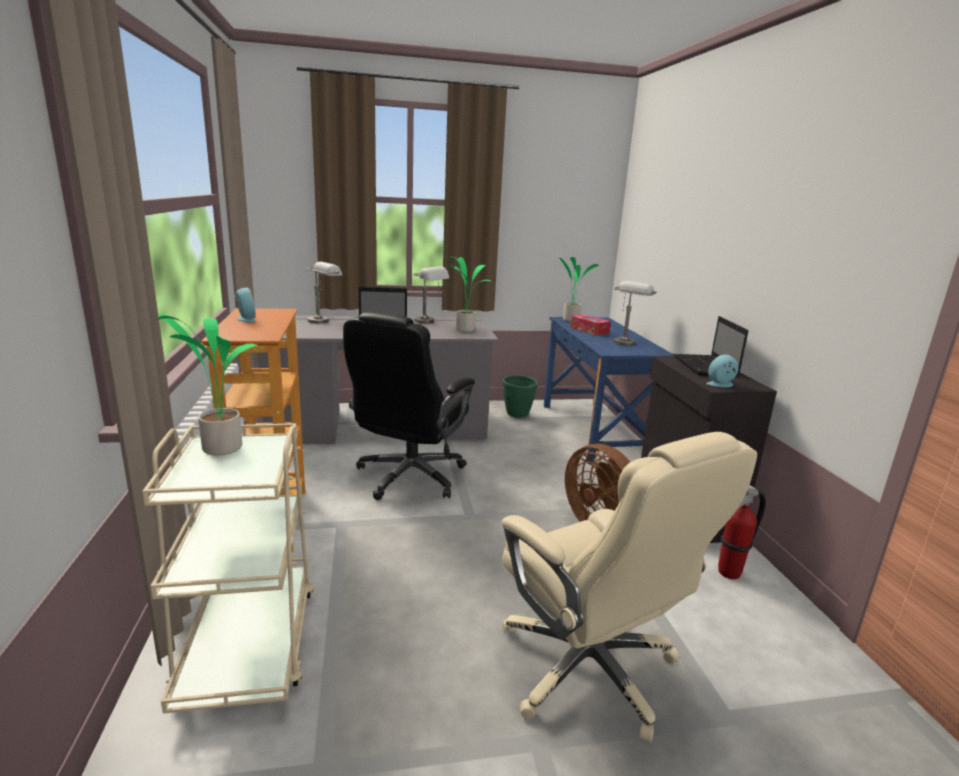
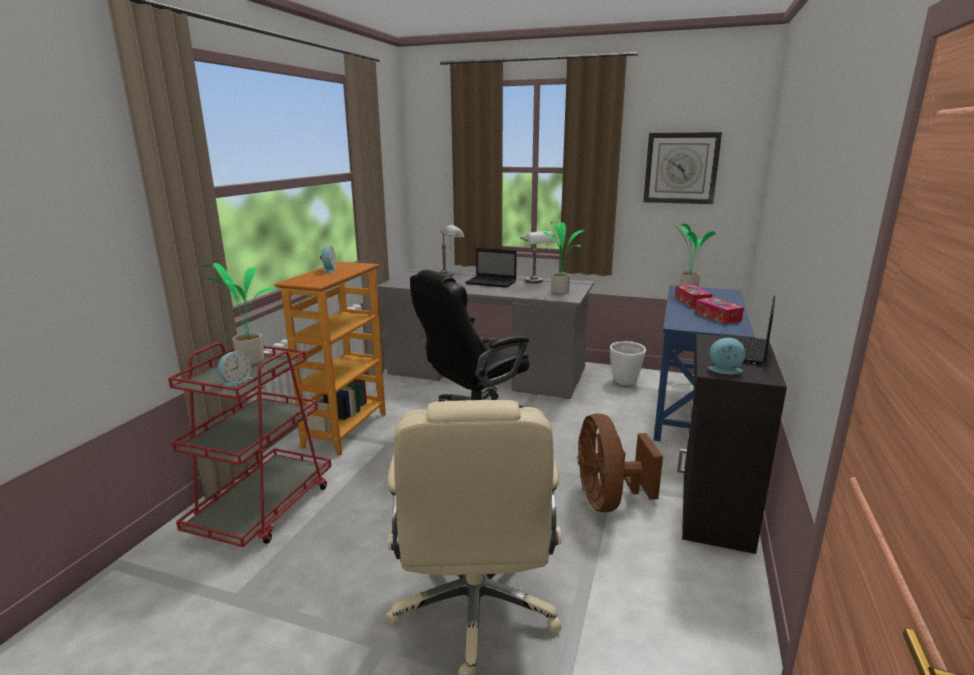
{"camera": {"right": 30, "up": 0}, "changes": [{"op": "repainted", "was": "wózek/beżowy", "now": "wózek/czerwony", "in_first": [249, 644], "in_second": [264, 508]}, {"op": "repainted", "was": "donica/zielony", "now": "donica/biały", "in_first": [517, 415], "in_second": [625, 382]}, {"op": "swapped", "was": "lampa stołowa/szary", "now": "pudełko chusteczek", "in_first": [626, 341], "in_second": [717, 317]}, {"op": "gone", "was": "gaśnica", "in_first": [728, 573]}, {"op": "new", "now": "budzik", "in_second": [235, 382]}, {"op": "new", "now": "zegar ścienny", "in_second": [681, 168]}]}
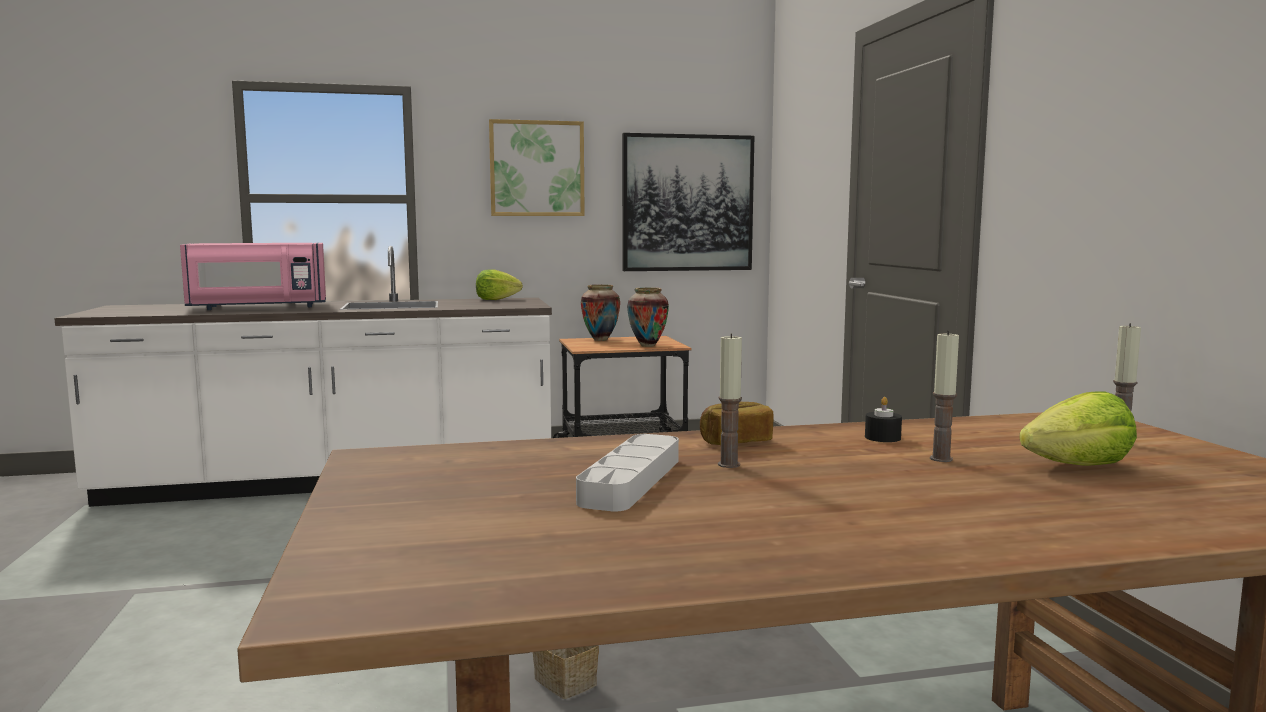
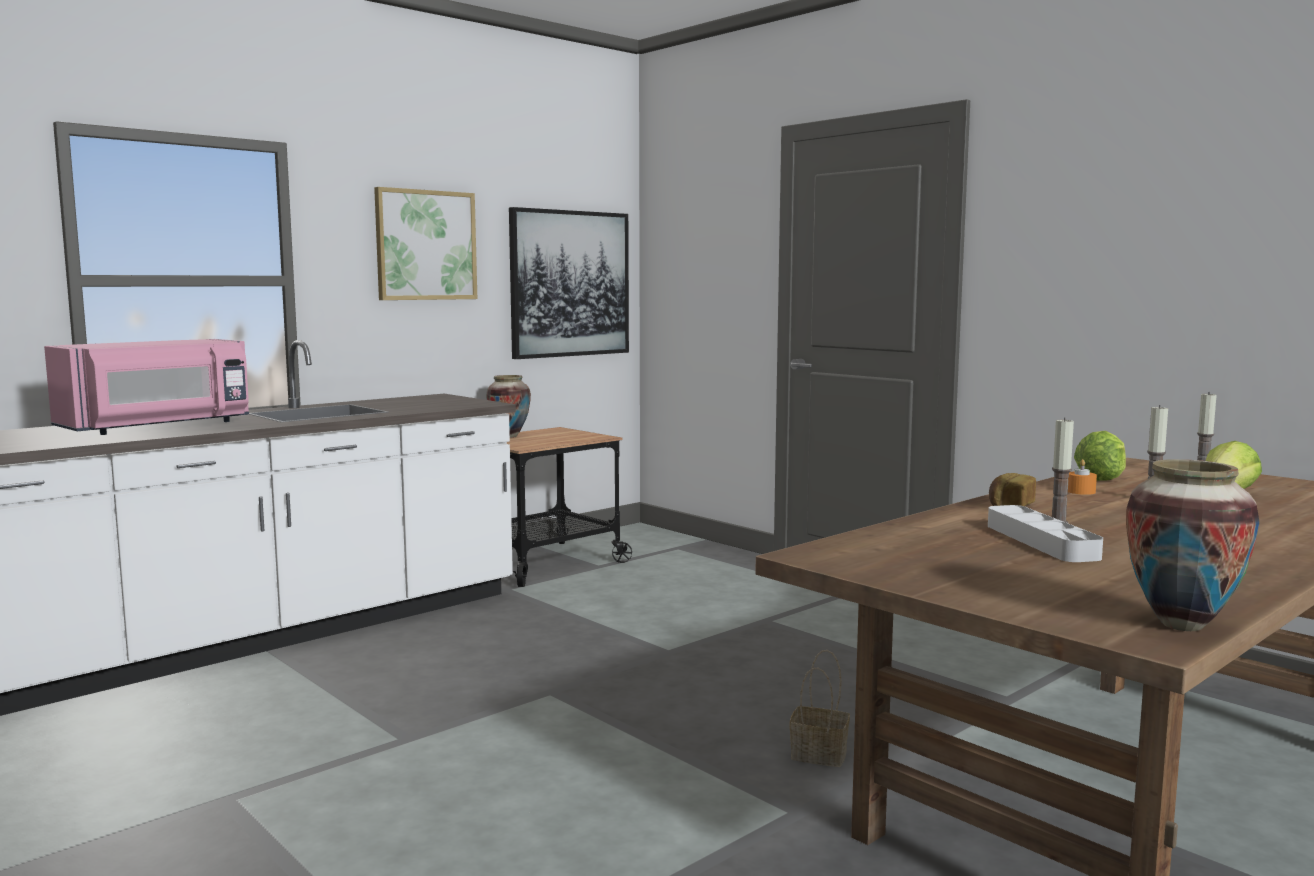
{"camera": {"right": -30, "up": 0}, "changes": [{"op": "shifted", "was": "sałata", "in_first": [496, 299], "in_second": [1101, 478]}, {"op": "shifted", "was": "wazon", "in_first": [647, 345], "in_second": [1181, 625]}, {"op": "repainted", "was": "świeca/czarny", "now": "świeca/pomarańczowy", "in_first": [882, 437], "in_second": [1080, 491]}]}
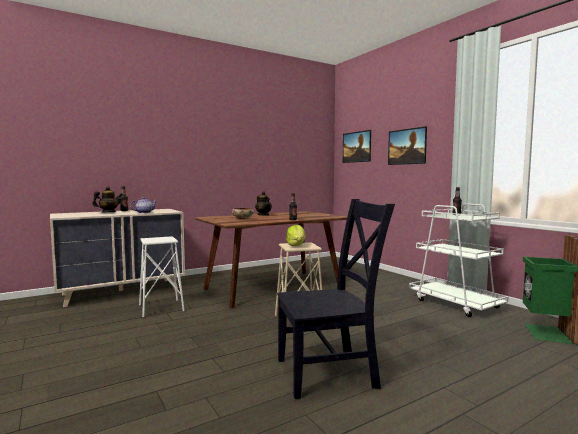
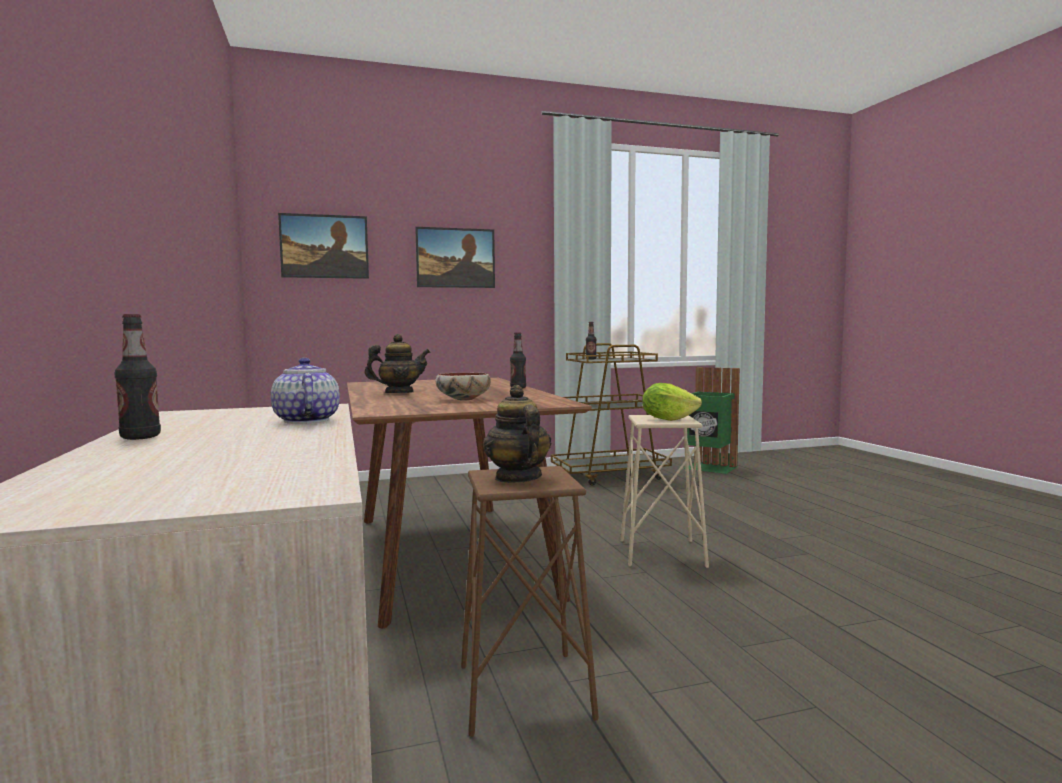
{"camera": {"right": -75, "up": 0}, "changes": [{"op": "shifted", "was": "imbryk", "in_first": [108, 212], "in_second": [517, 478]}, {"op": "repainted", "was": "stołek/biały", "now": "stołek/brązowy", "in_first": [161, 308], "in_second": [523, 692]}, {"op": "gone", "was": "krzesło/czarny", "in_first": [330, 372]}, {"op": "repainted", "was": "wózek/biały", "now": "wózek/brązowy", "in_first": [455, 303], "in_second": [610, 475]}]}
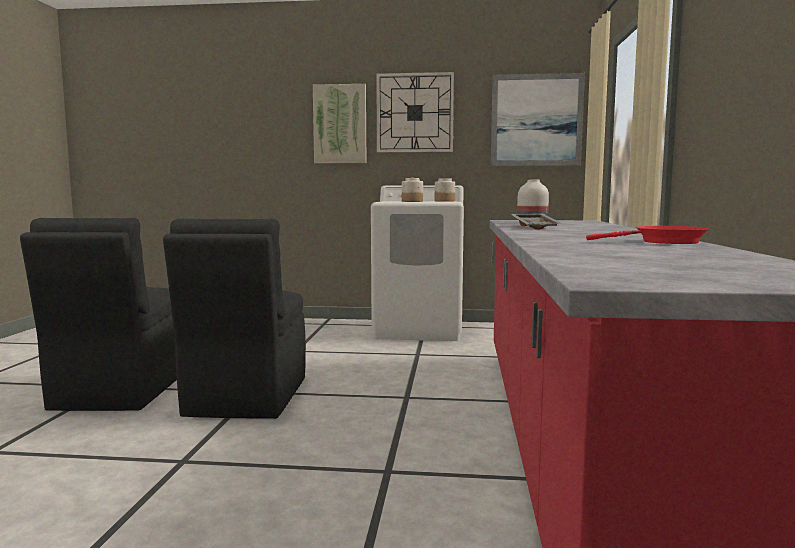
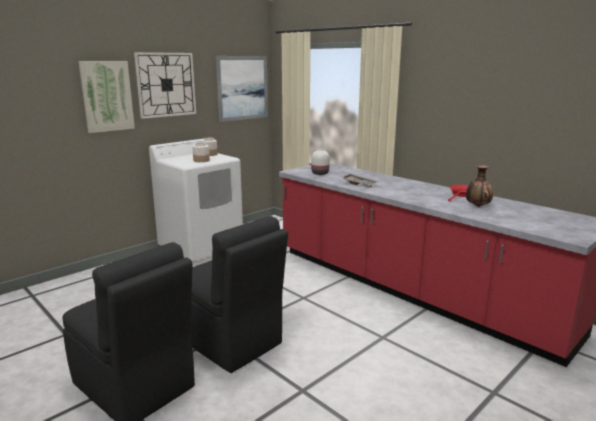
{"camera": {"right": -50, "up": 10}, "changes": [{"op": "new", "now": "wazon", "in_second": [477, 206]}]}
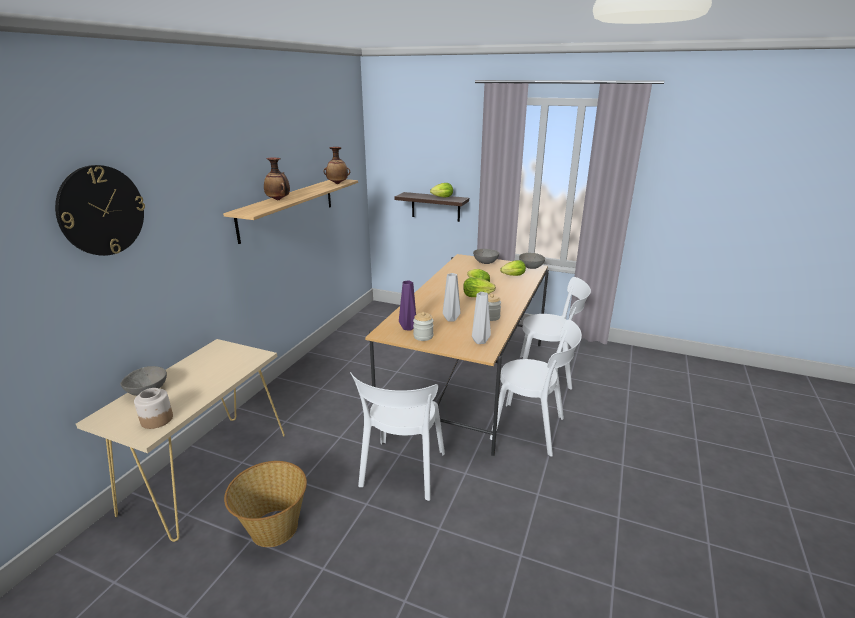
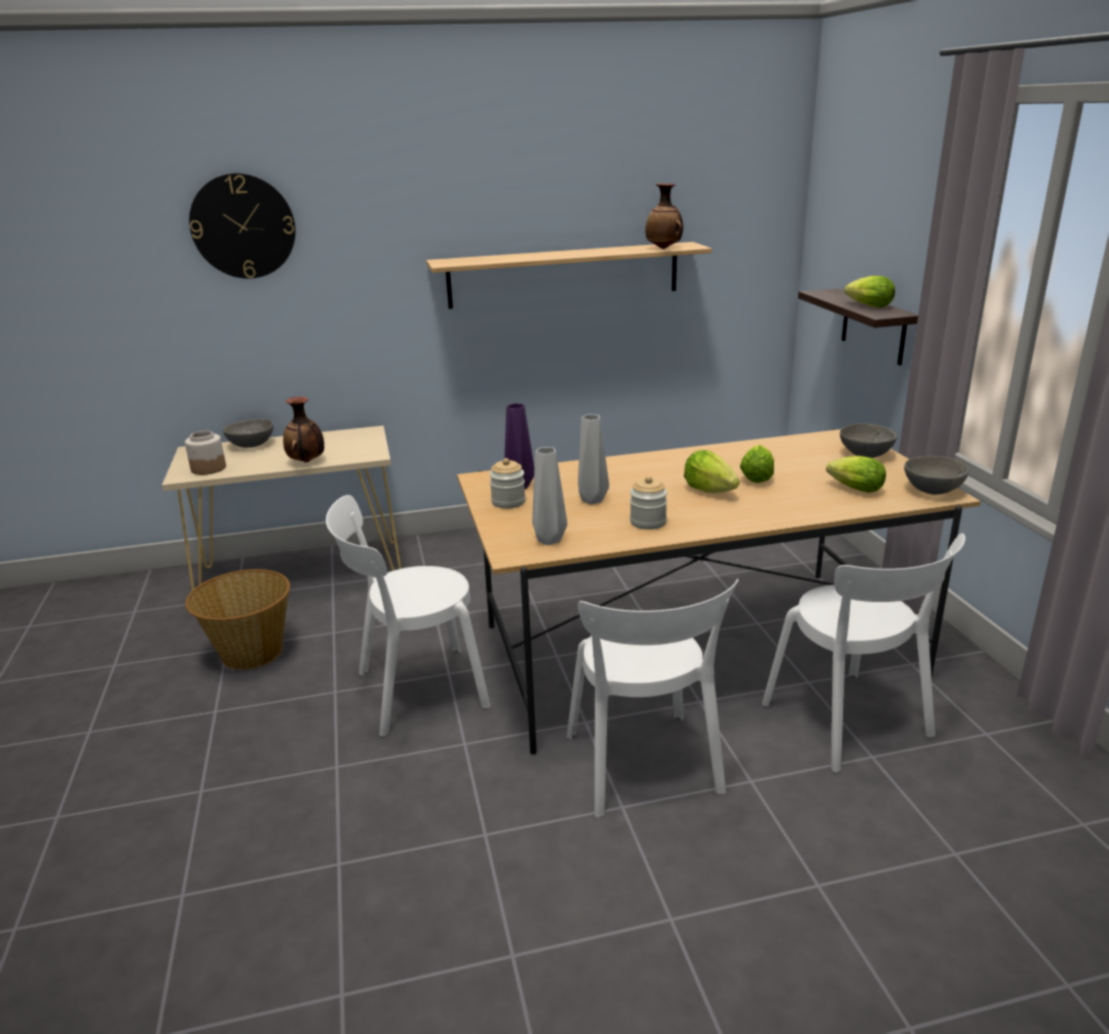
{"camera": {"right": 55, "up": 0}, "changes": [{"op": "shifted", "was": "wazon", "in_first": [278, 200], "in_second": [307, 462]}]}
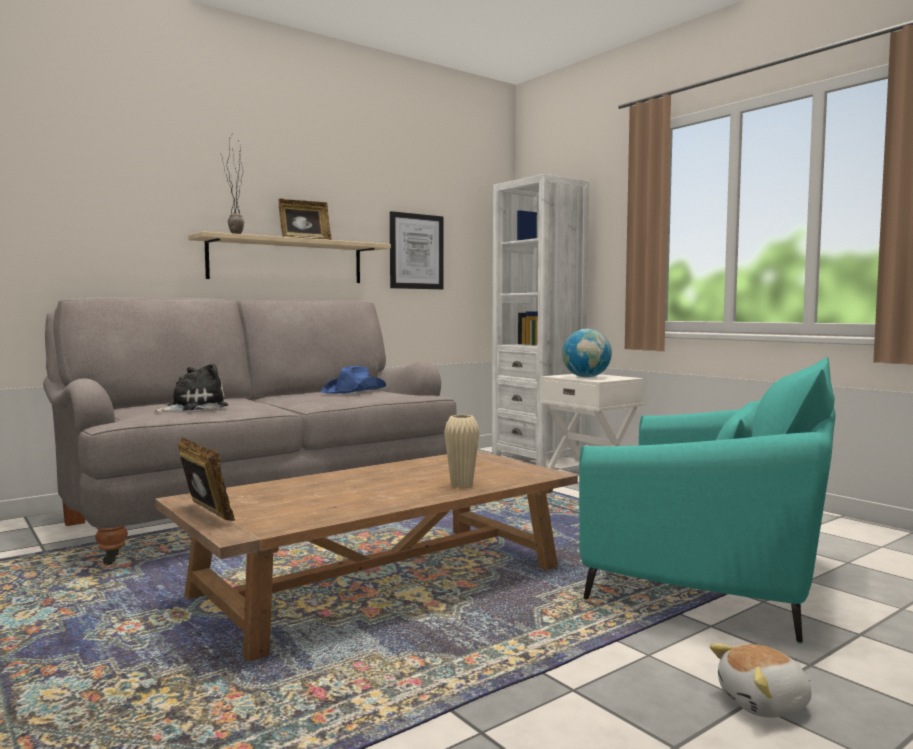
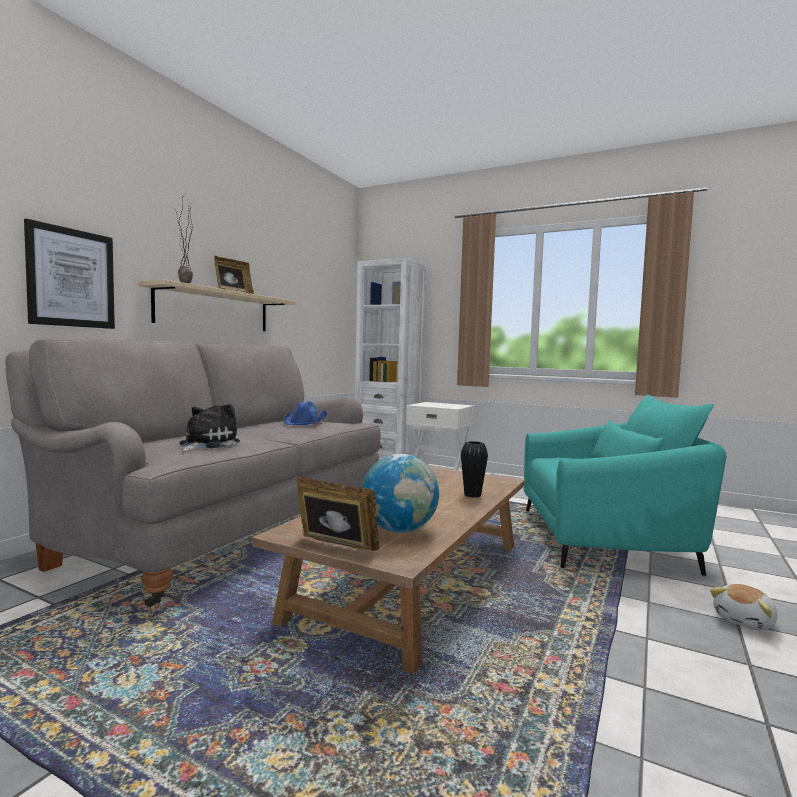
{"camera": {"right": -25, "up": 0}, "changes": [{"op": "shifted", "was": "obraz", "in_first": [416, 251], "in_second": [71, 278]}, {"op": "repainted", "was": "wazon/beżowy", "now": "wazon/czarny", "in_first": [461, 485], "in_second": [472, 495]}, {"op": "shifted", "was": "globus", "in_first": [586, 377], "in_second": [399, 530]}]}
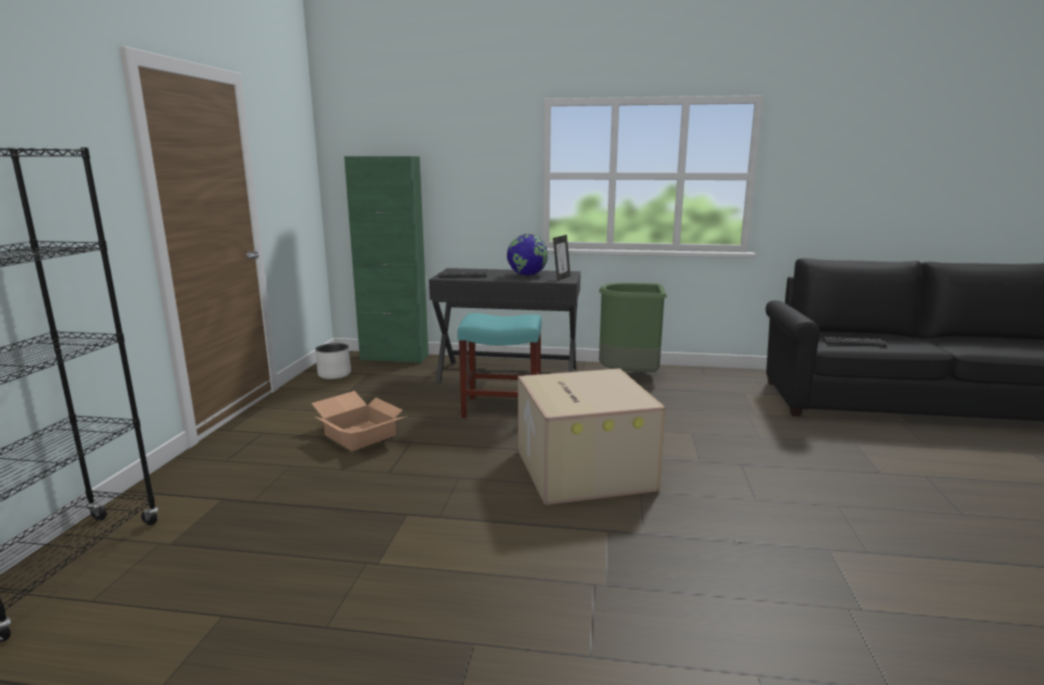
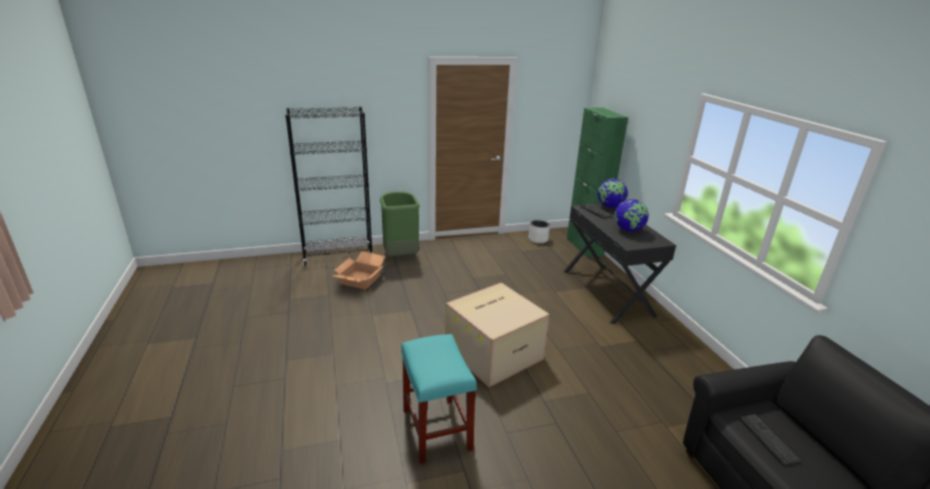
{"camera": {"right": 65, "up": 10}, "changes": [{"op": "shifted", "was": "karton", "in_first": [359, 435], "in_second": [360, 279]}, {"op": "shifted", "was": "stołek/turkusowy", "in_first": [501, 408], "in_second": [436, 428]}, {"op": "gone", "was": "ramka na zdjęcie", "in_first": [561, 278]}, {"op": "shifted", "was": "kosz na śmieci/zielony", "in_first": [630, 376], "in_second": [400, 255]}, {"op": "new", "now": "globus", "in_second": [610, 206]}]}
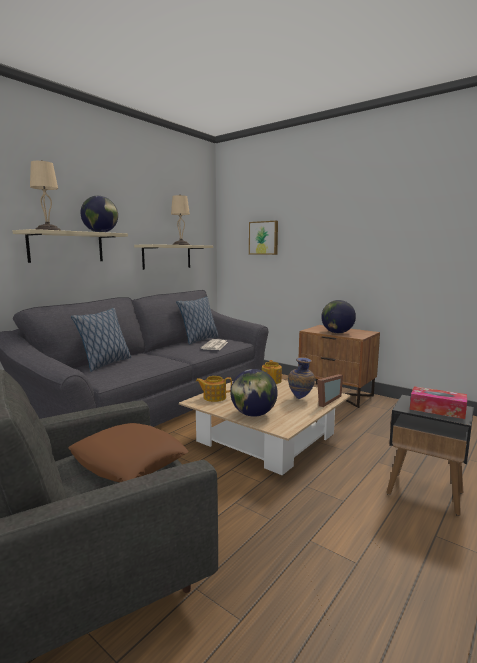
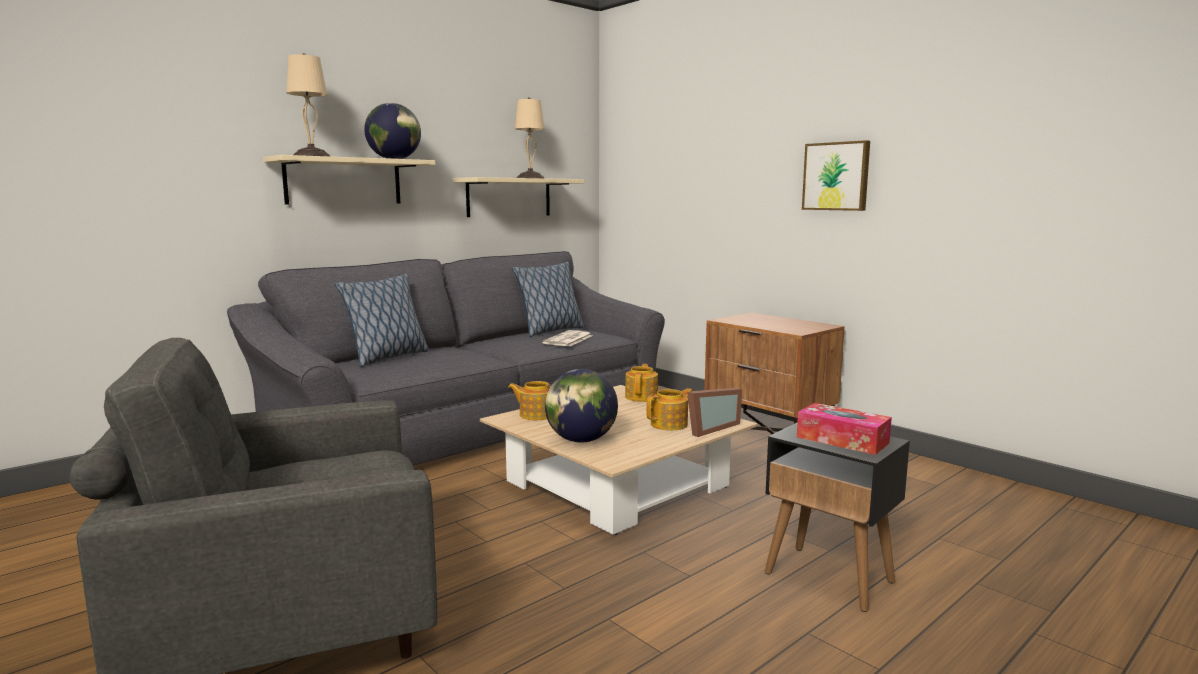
{"camera": {"right": 10, "up": 0}, "changes": [{"op": "gone", "was": "poduszka/brązowy", "in_first": [128, 460]}, {"op": "shifted", "was": "obraz", "in_first": [264, 238], "in_second": [836, 176]}, {"op": "swapped", "was": "wazon", "now": "imbryk", "in_first": [301, 399], "in_second": [670, 424]}, {"op": "gone", "was": "globus", "in_first": [337, 333]}]}
